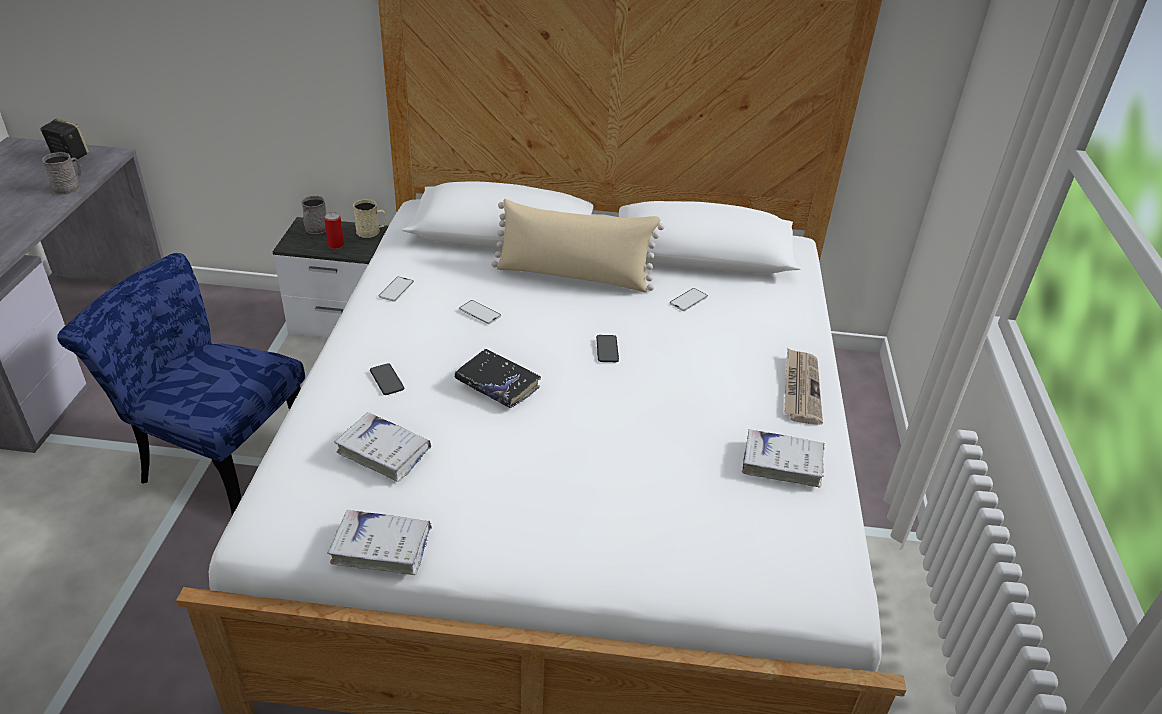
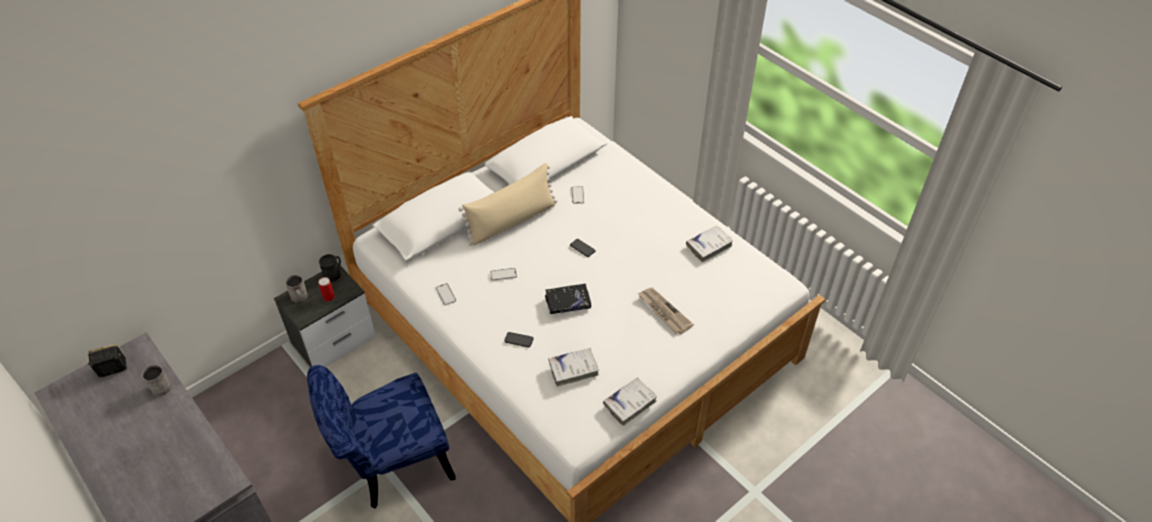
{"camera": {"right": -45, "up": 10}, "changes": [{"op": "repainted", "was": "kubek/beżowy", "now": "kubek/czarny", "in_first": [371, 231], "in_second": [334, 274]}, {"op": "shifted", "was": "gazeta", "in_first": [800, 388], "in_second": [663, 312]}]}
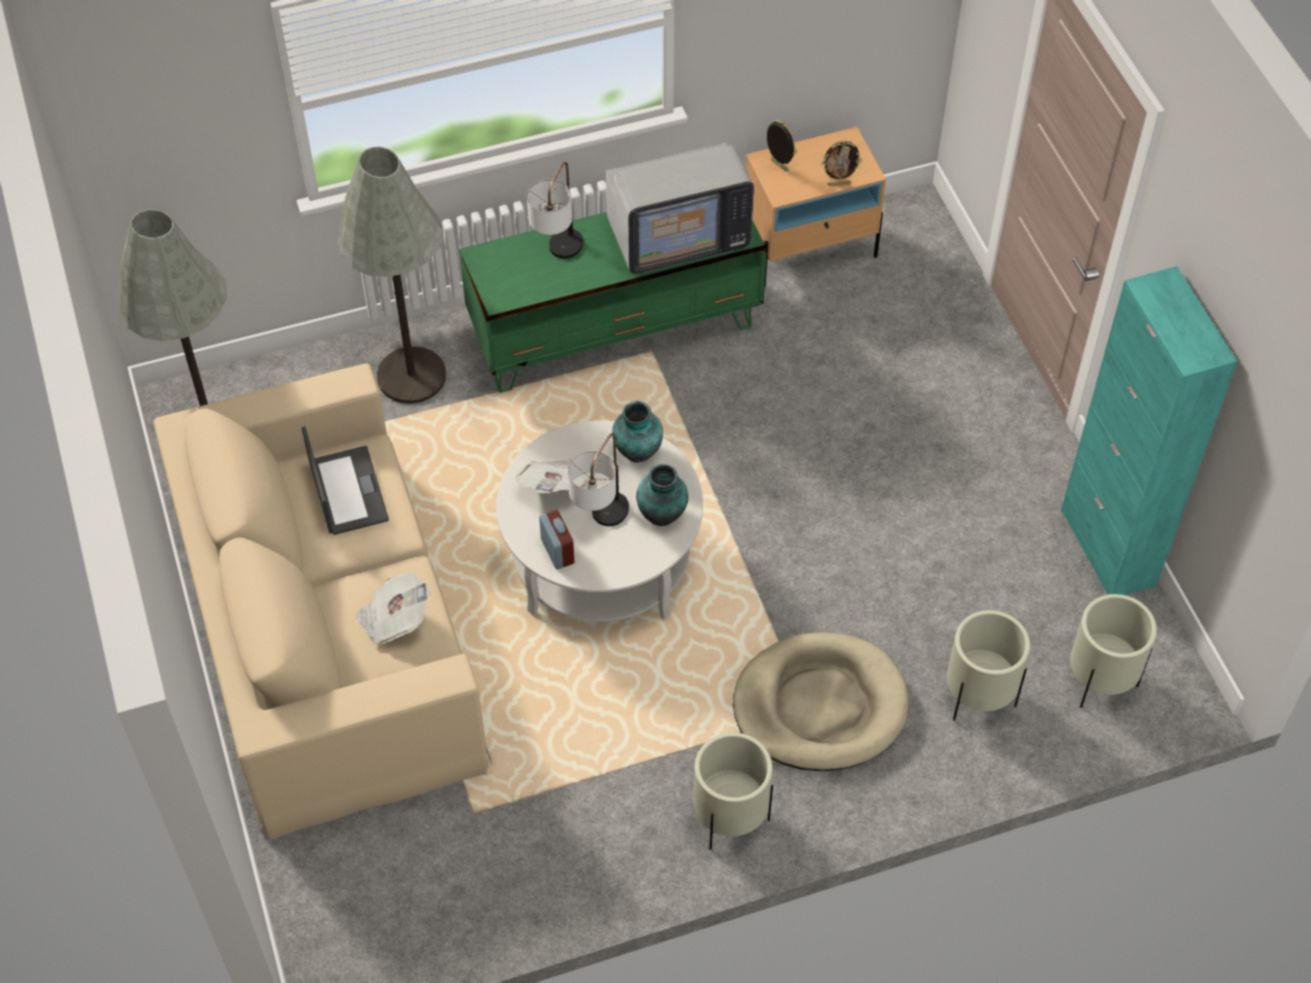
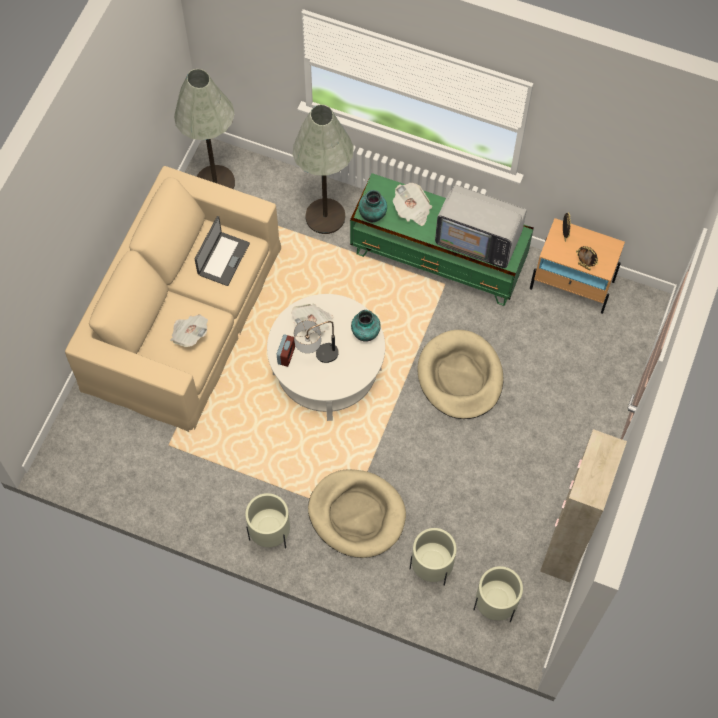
{"camera": {"right": 40, "up": 10}, "changes": [{"op": "swapped", "was": "lampa stołowa", "now": "gazeta", "in_first": [558, 257], "in_second": [412, 210]}, {"op": "shifted", "was": "wazon", "in_first": [663, 514], "in_second": [373, 216]}, {"op": "repainted", "was": "szafka/turkusowy", "now": "szafka/beżowy", "in_first": [1107, 547], "in_second": [565, 545]}, {"op": "new", "now": "legowisko/beżowy", "in_second": [460, 376]}]}
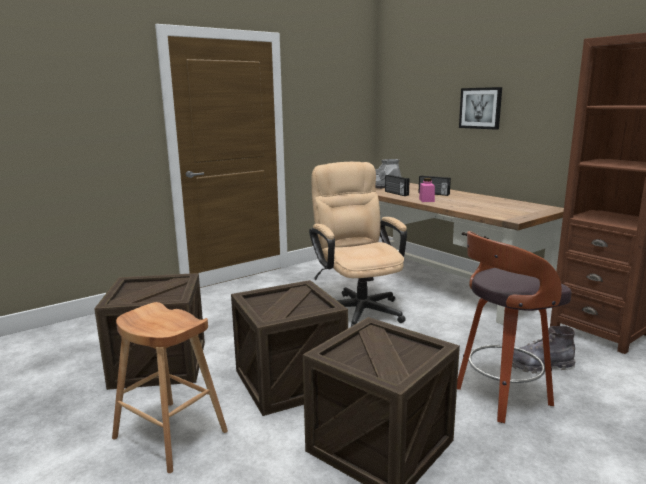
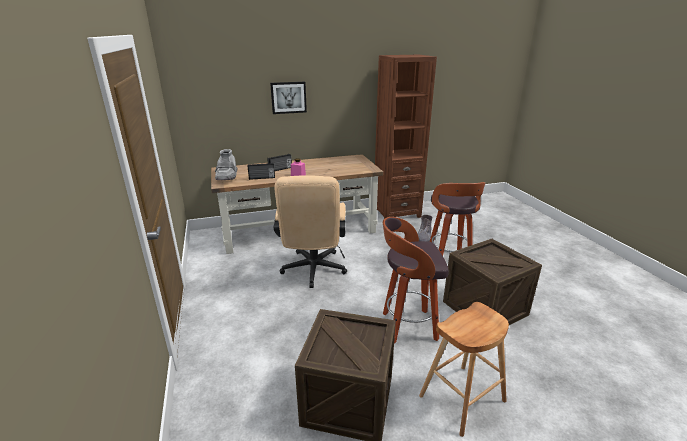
{"camera": {"right": -70, "up": 10}, "changes": [{"op": "swapped", "was": "skrzynka", "now": "stołek", "in_first": [290, 381], "in_second": [407, 326]}, {"op": "rotated", "was": "krzesło biurowe/beżowy", "in_first": [358, 308], "in_second": [313, 271], "clockwise": -90}]}
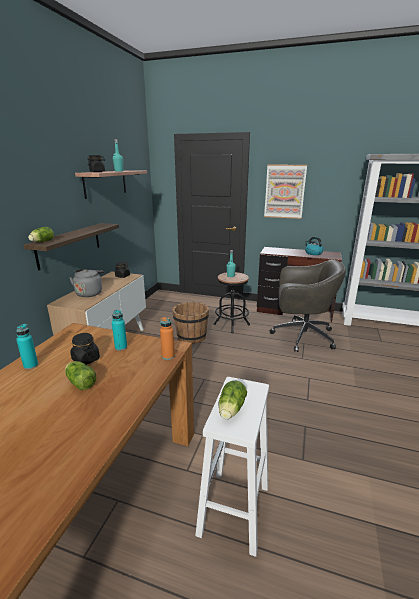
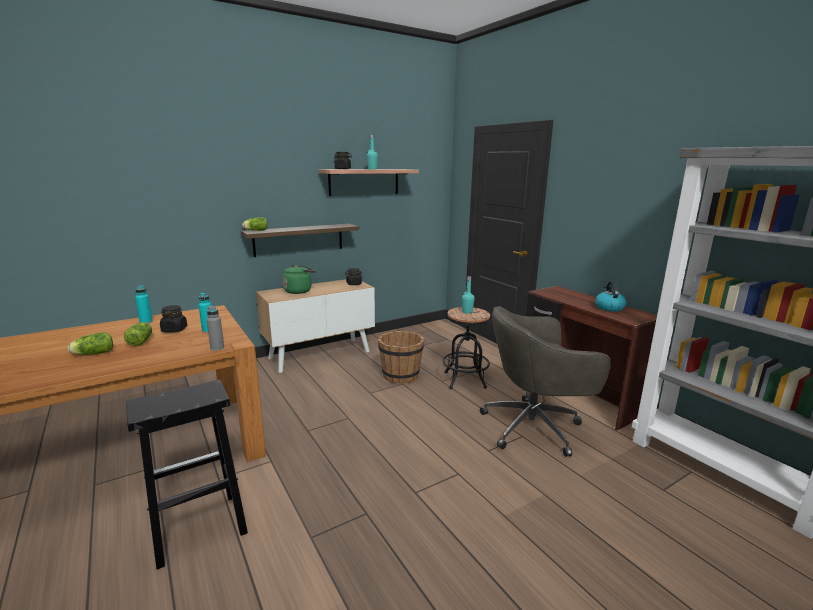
{"camera": {"right": 40, "up": -5}, "changes": [{"op": "repainted", "was": "czajnik/szary", "now": "czajnik/zielony", "in_first": [89, 293], "in_second": [299, 291]}, {"op": "repainted", "was": "butelka/pomarańczowy", "now": "butelka/szary", "in_first": [168, 356], "in_second": [217, 348]}, {"op": "repainted", "was": "stołek/biały", "now": "stołek/czarny", "in_first": [234, 511], "in_second": [197, 529]}, {"op": "shifted", "was": "sałata", "in_first": [230, 410], "in_second": [92, 354]}, {"op": "gone", "was": "obraz", "in_first": [284, 191]}, {"op": "rotated", "was": "krzesło biurowe/szary", "in_first": [301, 336], "in_second": [534, 427], "clockwise": 120}]}
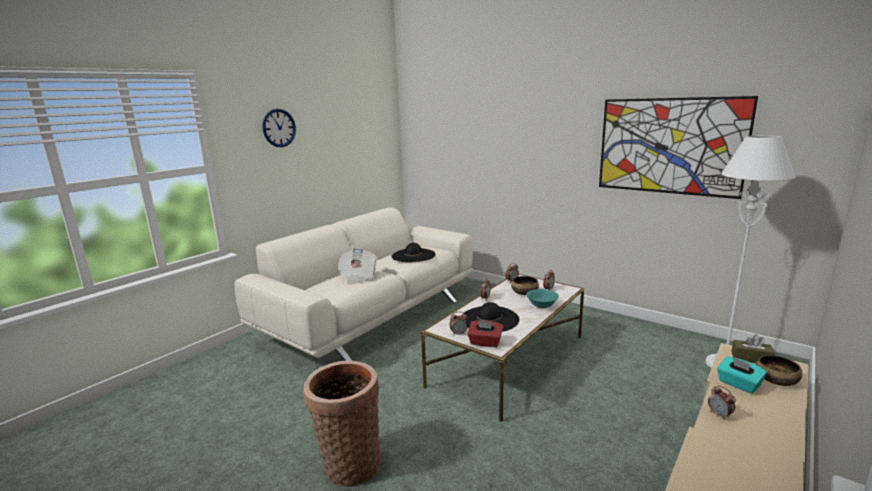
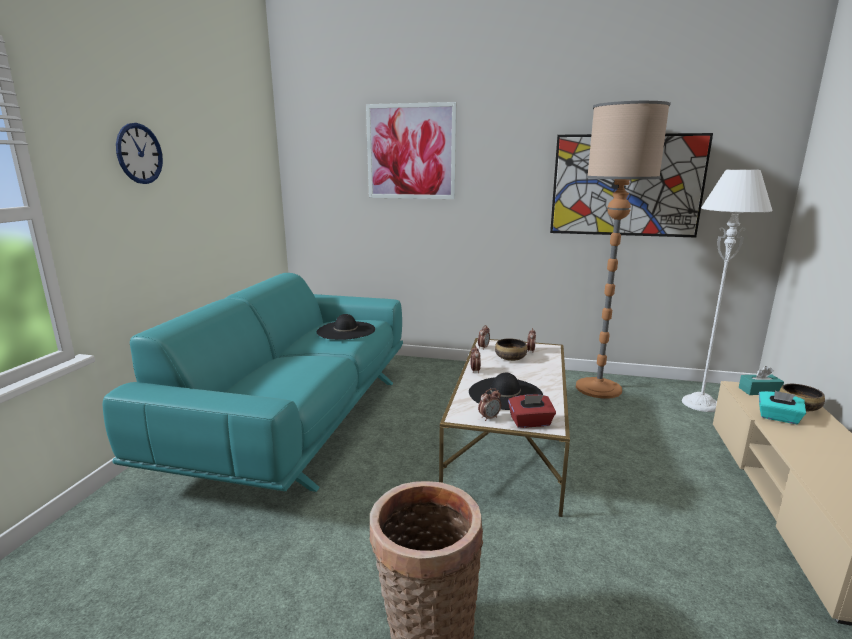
{"camera": {"right": -25, "up": 0}, "changes": [{"op": "repainted", "was": "kanapa/beżowy", "now": "kanapa/turkusowy", "in_first": [372, 315], "in_second": [297, 418]}, {"op": "gone", "was": "gazeta", "in_first": [358, 276]}, {"op": "gone", "was": "miska/turkusowy", "in_first": [542, 306]}, {"op": "gone", "was": "budzik", "in_first": [719, 415]}, {"op": "repainted", "was": "pudełko chusteczek/brązowy", "now": "pudełko chusteczek/turkusowy", "in_first": [751, 358], "in_second": [759, 391]}, {"op": "new", "now": "obraz", "in_second": [411, 152]}, {"op": "new", "now": "lampa stojąca", "in_second": [598, 388]}]}
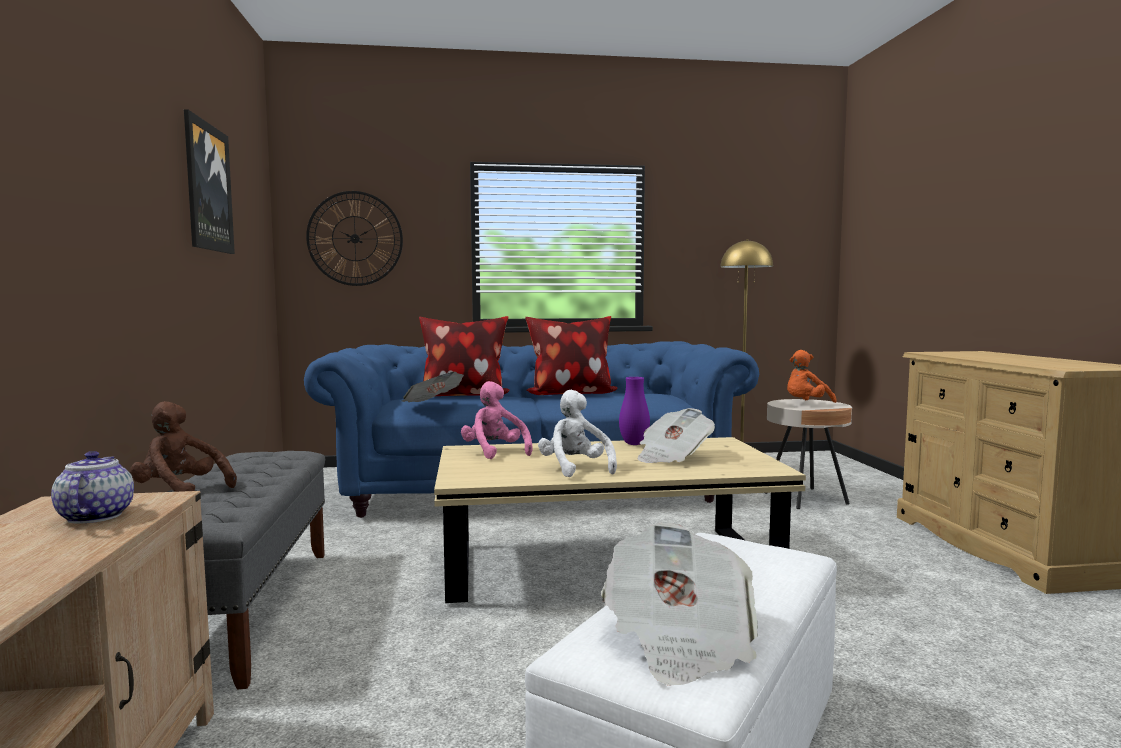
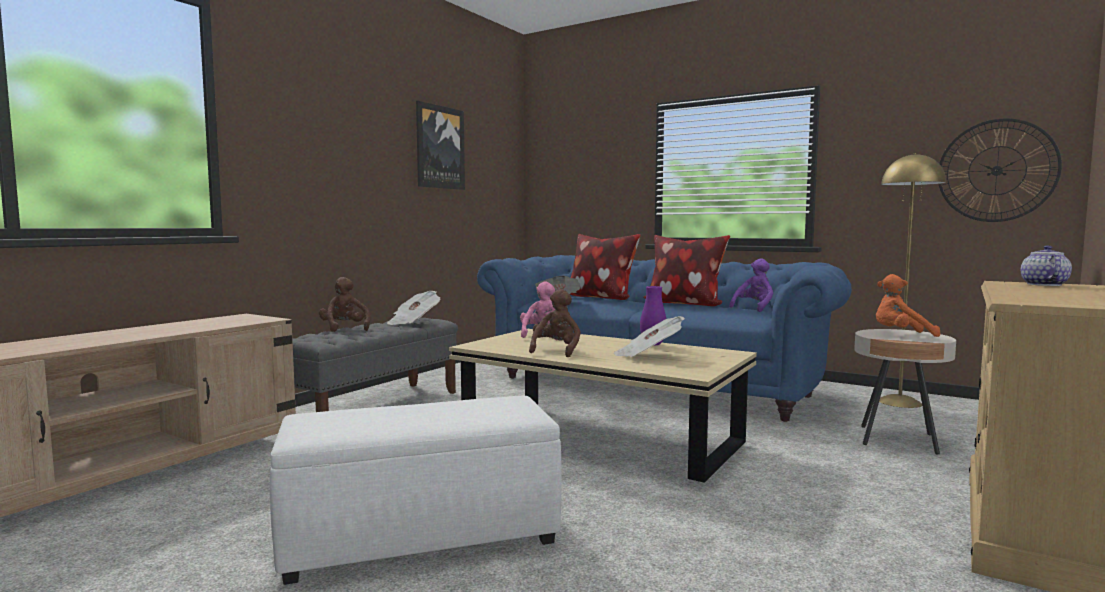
{"camera": {"right": 40, "up": 0}, "changes": [{"op": "shifted", "was": "imbryk", "in_first": [95, 516], "in_second": [1043, 284]}, {"op": "shifted", "was": "zegar ścienny", "in_first": [355, 238], "in_second": [997, 170]}, {"op": "repainted", "was": "pluszak/biały", "now": "pluszak/brązowy", "in_first": [575, 469], "in_second": [556, 351]}, {"op": "shifted", "was": "gazeta", "in_first": [679, 640], "in_second": [413, 322]}, {"op": "new", "now": "pluszak/fioletowy", "in_second": [754, 308]}]}
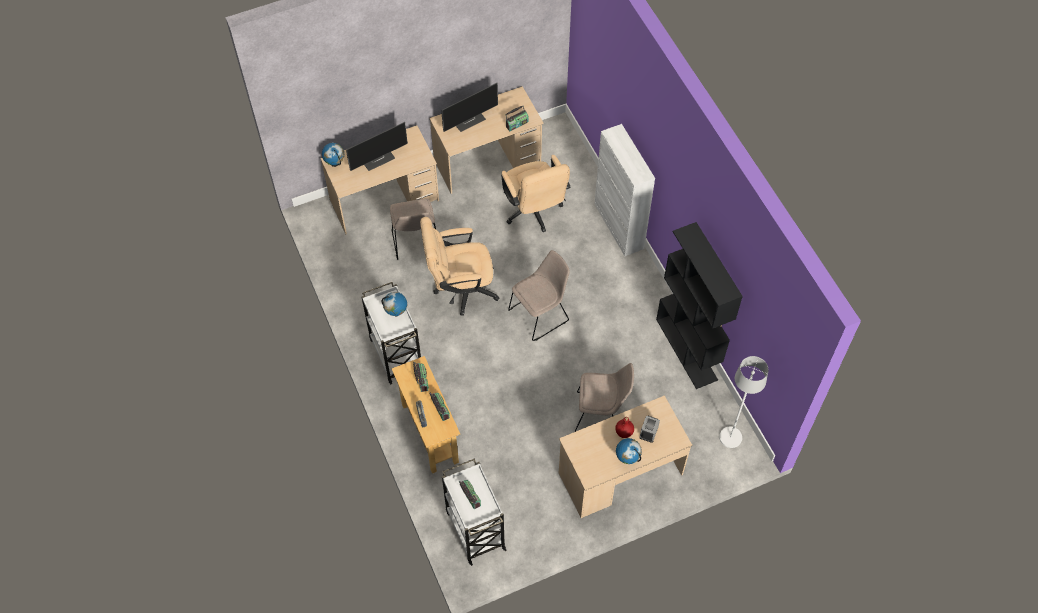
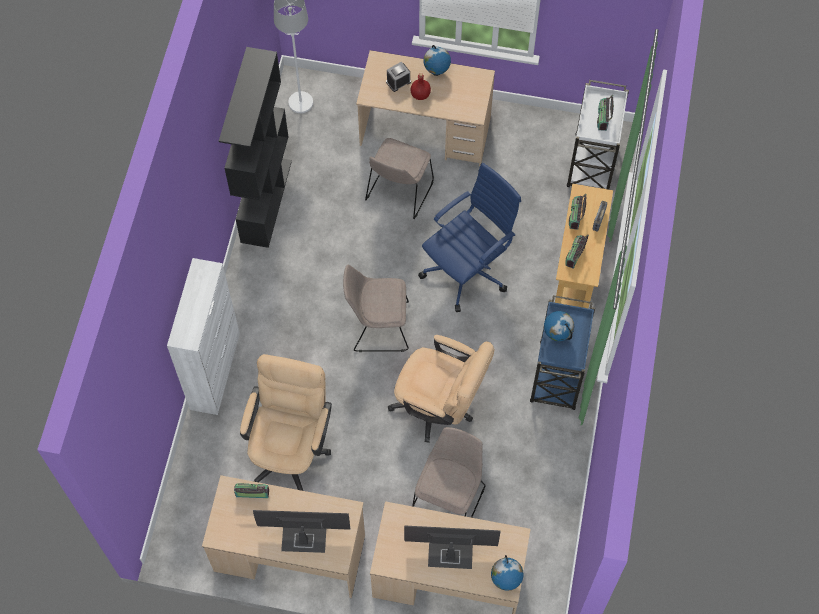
{"camera": {"right": -145, "up": 5}, "changes": [{"op": "repainted", "was": "wózek/biały", "now": "wózek/niebieski", "in_first": [396, 353], "in_second": [557, 377]}, {"op": "rotated", "was": "krzesło/beżowy", "in_first": [601, 414], "in_second": [398, 192], "clockwise": -105}, {"op": "new", "now": "krzesło biurowe/niebieski", "in_second": [468, 269]}]}
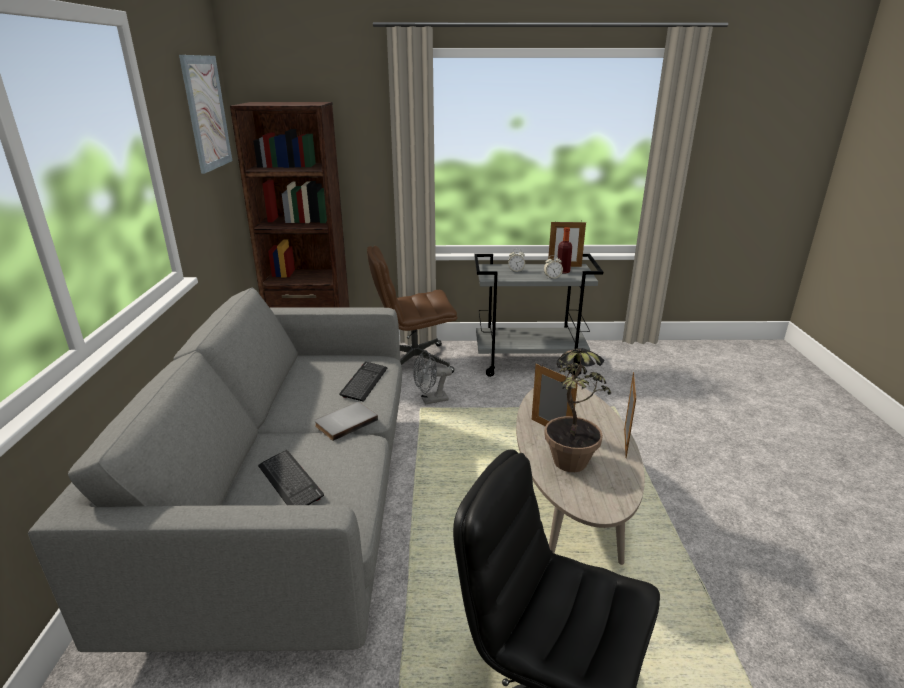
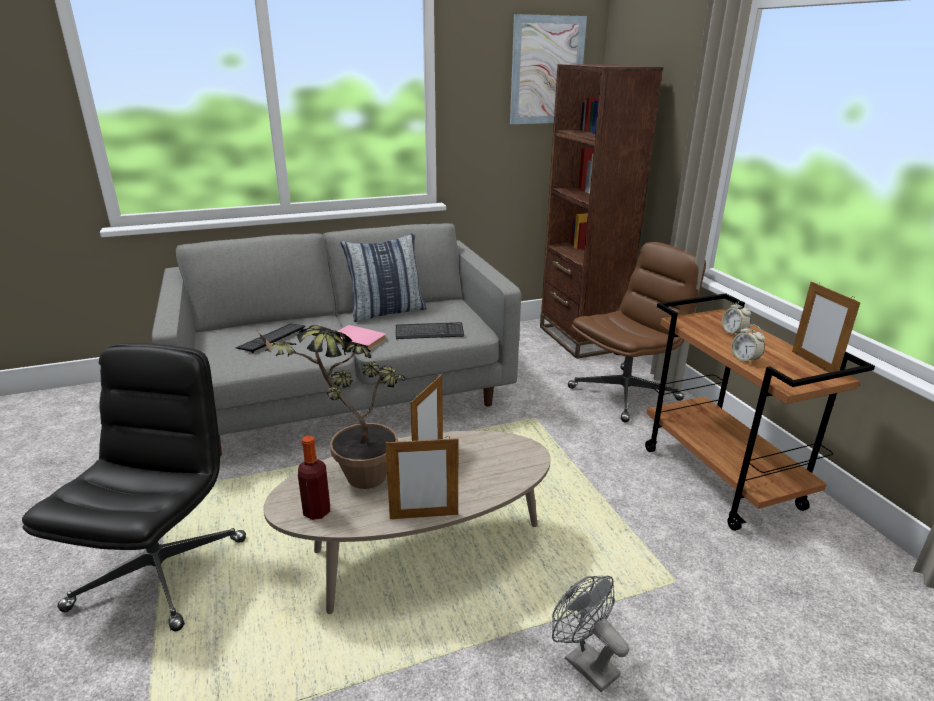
{"camera": {"right": 70, "up": 0}, "changes": [{"op": "repainted", "was": "książka/szary", "now": "książka/różowy", "in_first": [345, 422], "in_second": [359, 339]}, {"op": "rotated", "was": "krzesło biurowe/brązowy", "in_first": [414, 362], "in_second": [625, 393], "clockwise": 90}, {"op": "shifted", "was": "wentylator/szary", "in_first": [430, 400], "in_second": [584, 662]}, {"op": "repainted", "was": "wózek/szary", "now": "wózek/brązowy", "in_first": [530, 362], "in_second": [722, 478]}, {"op": "shifted", "was": "butelka", "in_first": [563, 271], "in_second": [317, 511]}, {"op": "new", "now": "poduszka", "in_second": [387, 312]}]}
